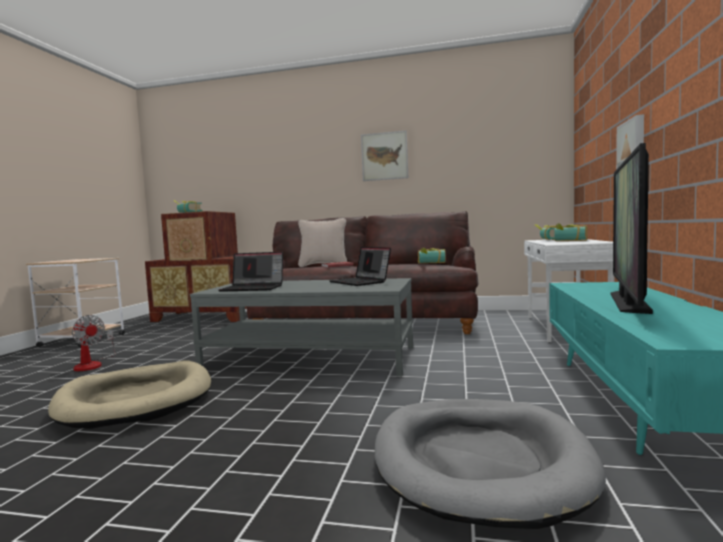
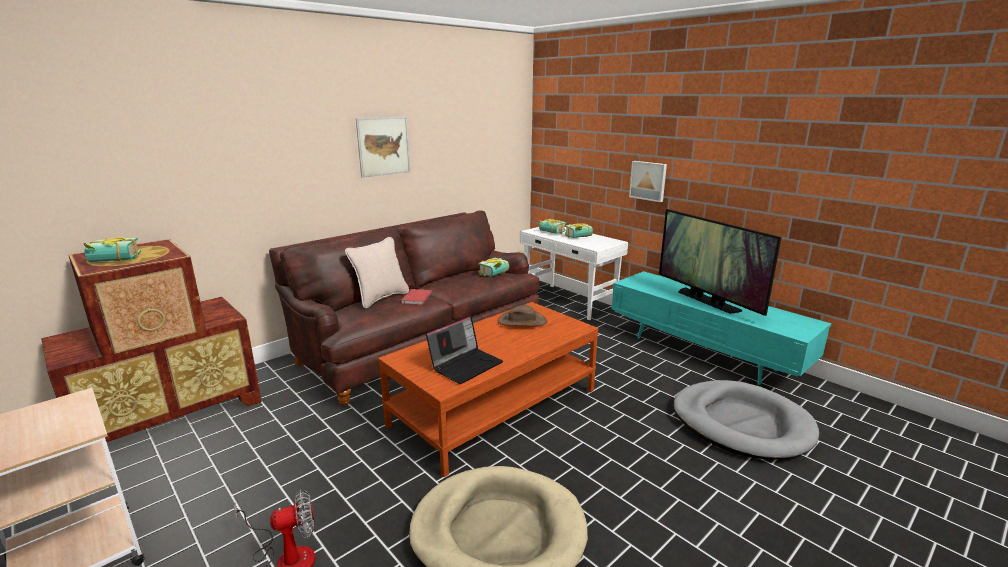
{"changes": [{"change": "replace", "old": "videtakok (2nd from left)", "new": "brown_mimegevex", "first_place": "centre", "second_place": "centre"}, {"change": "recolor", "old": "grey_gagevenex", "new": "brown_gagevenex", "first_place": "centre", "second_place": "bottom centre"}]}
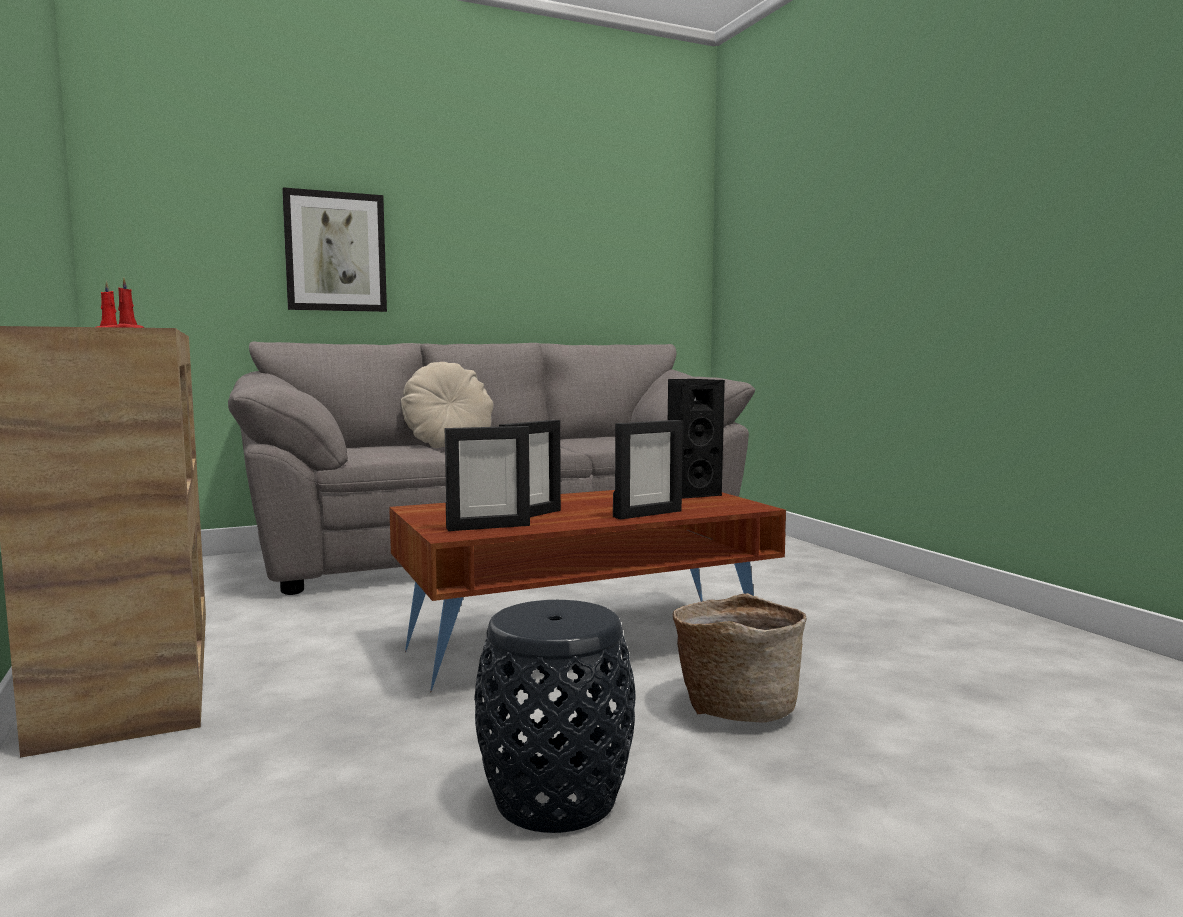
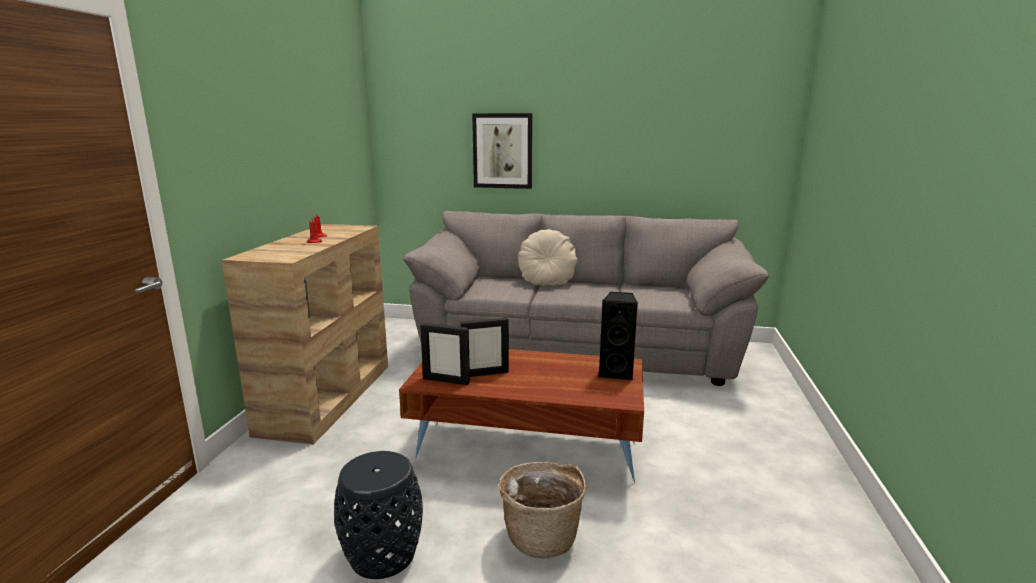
{"changes": [{"change": "delete", "old": "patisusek (3rd from left)", "first_place": "centre"}]}
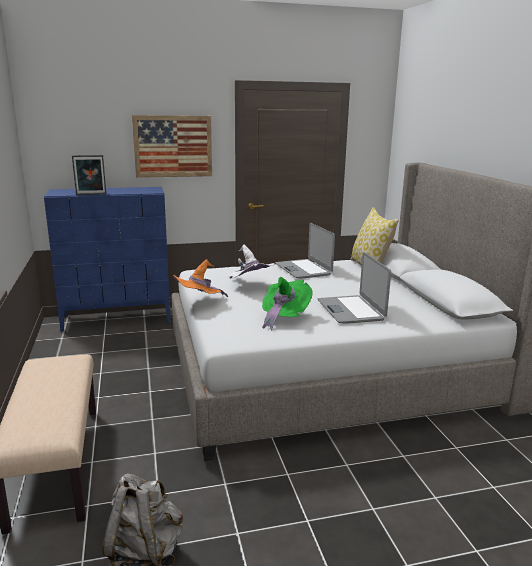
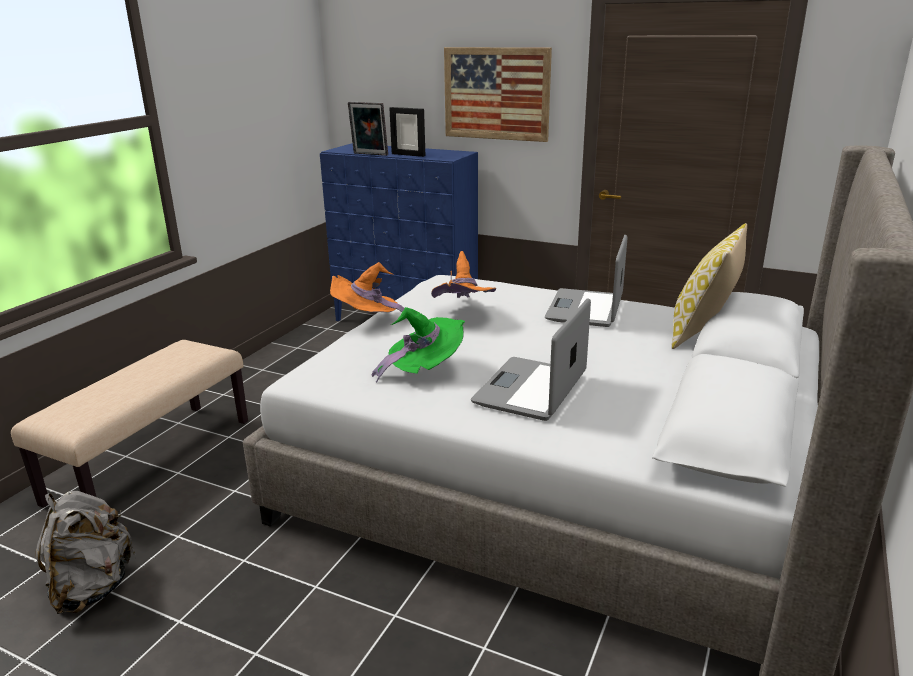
{"changes": [{"change": "recolor", "old": "white_mimegevex", "new": "orange_mimegevex (2nd from left)", "first_place": "centre", "second_place": "centre"}, {"change": "insert", "new": "patisusek (2nd from left)", "second_place": "top centre"}]}
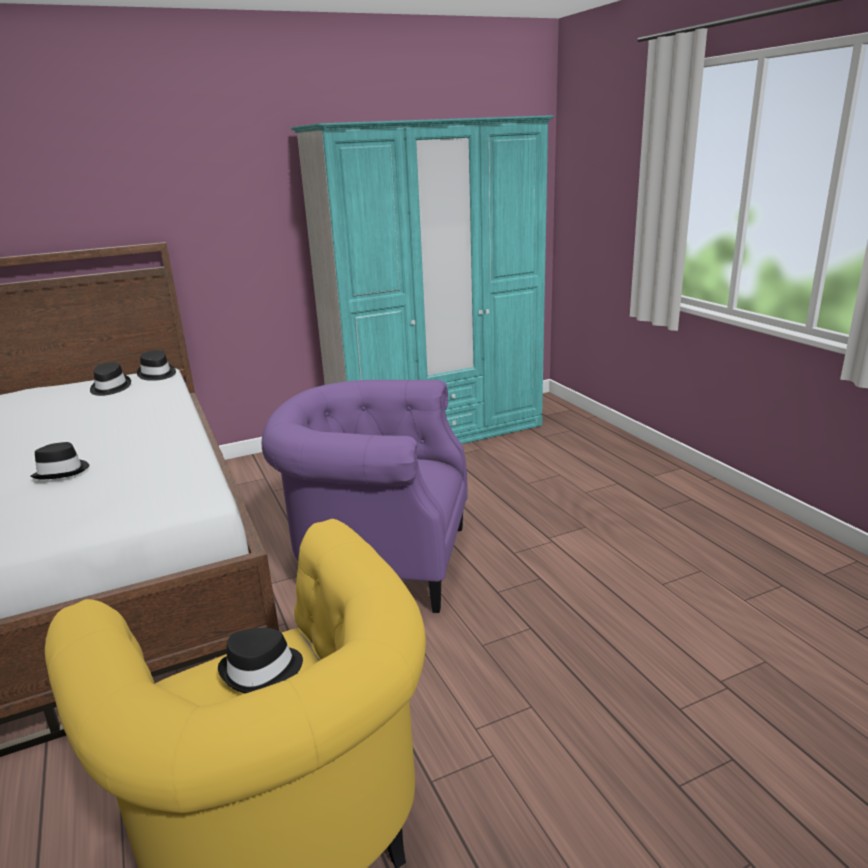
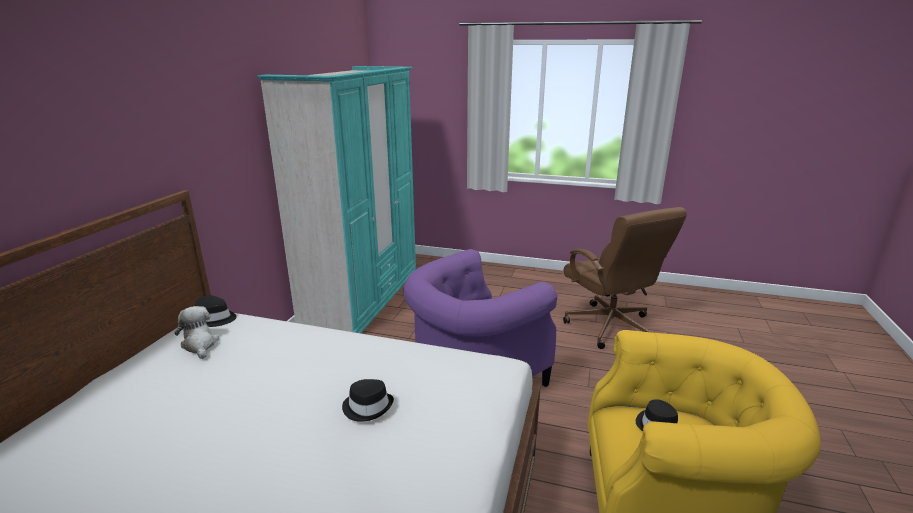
{"changes": [{"change": "replace", "old": "black_mimegevex (2nd from left)", "new": "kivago", "first_place": "middle left", "second_place": "middle left"}, {"change": "insert", "new": "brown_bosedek", "second_place": "middle right"}]}
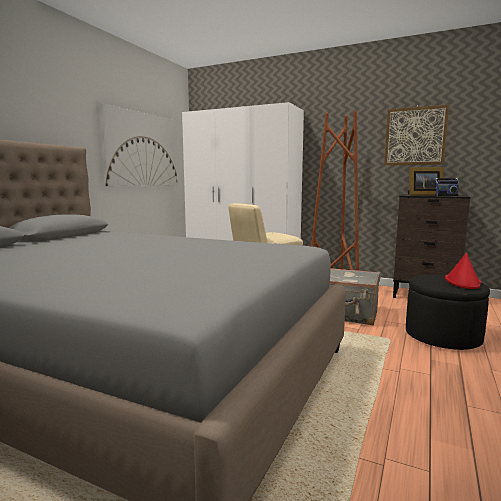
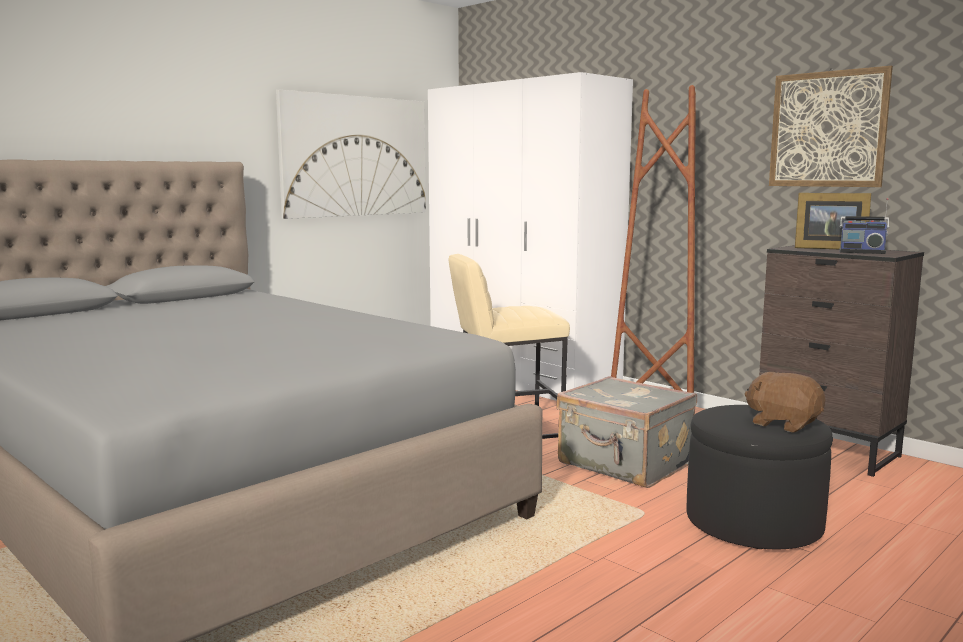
{"changes": [{"change": "replace", "old": "red_mimegevex", "new": "brown_kivago", "first_place": "middle right", "second_place": "middle right"}]}
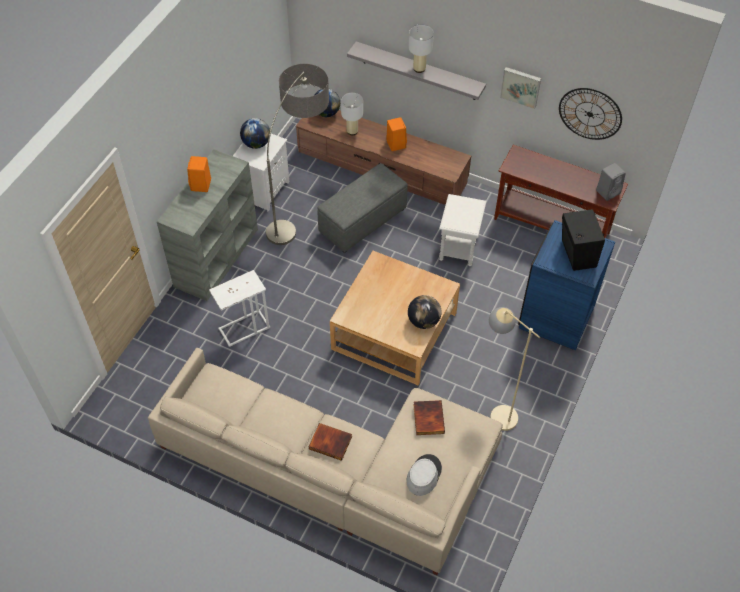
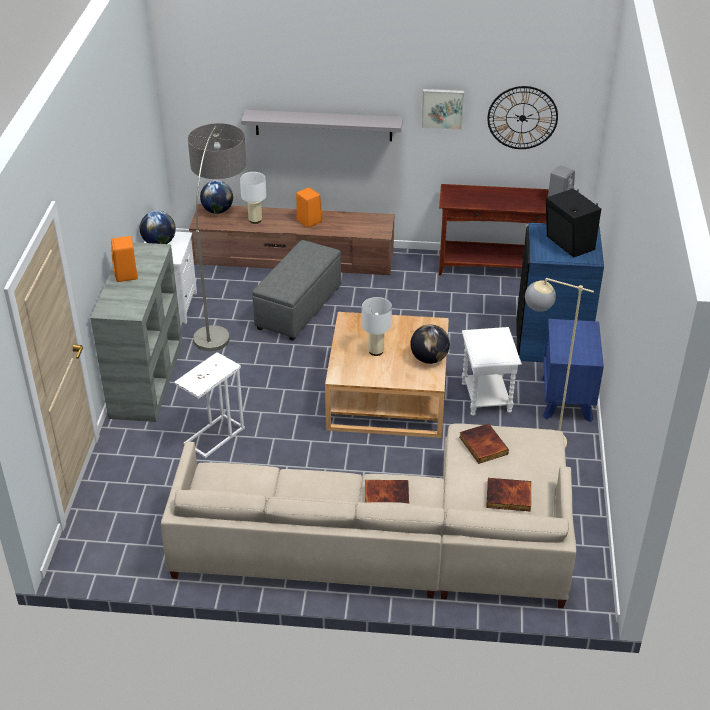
{"changes": [{"change": "move", "old": "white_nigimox (2nd from left)", "first_place": "top centre", "second_place": "centre"}, {"change": "move", "old": "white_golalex (2nd from left)", "first_place": "centre", "second_place": "middle right"}, {"change": "replace", "old": "grey_mimegevex", "new": "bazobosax (3rd from left)", "first_place": "bottom centre", "second_place": "bottom right"}, {"change": "insert", "new": "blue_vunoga", "second_place": "middle right"}]}
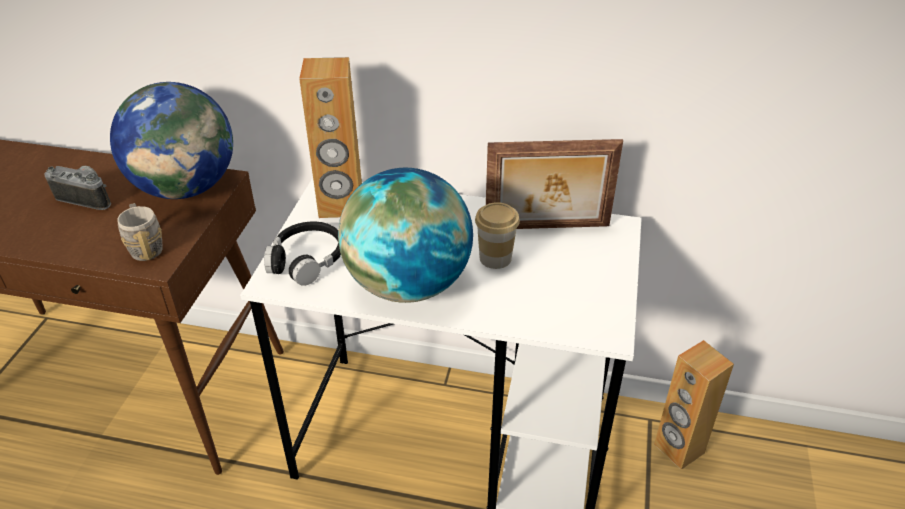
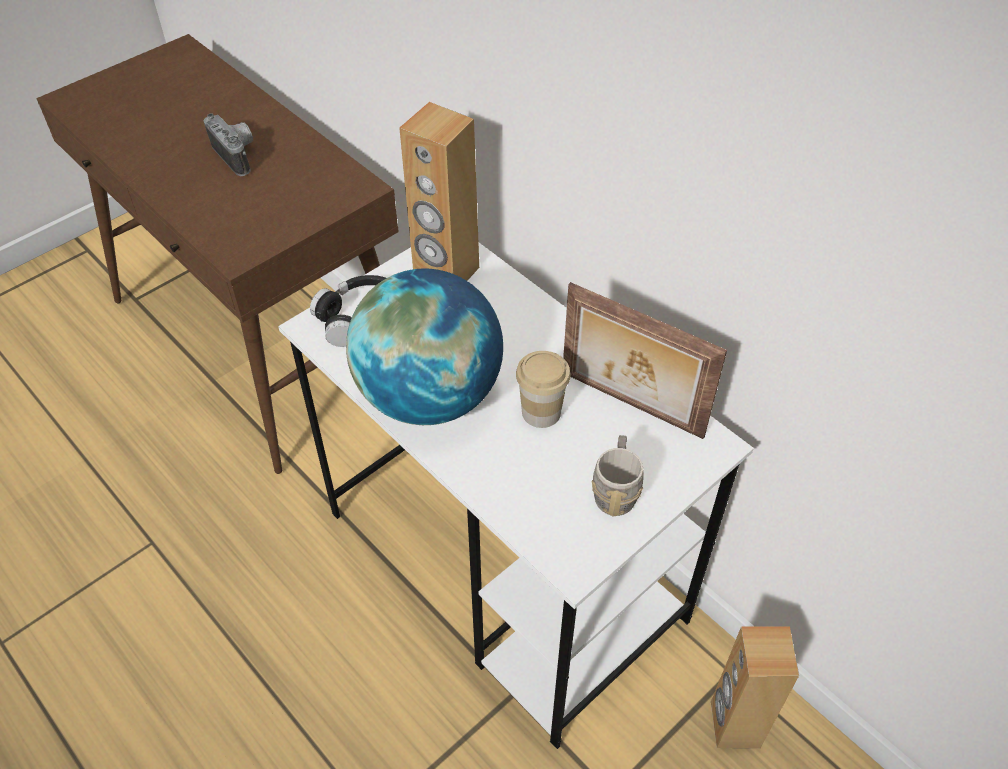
{"changes": [{"change": "delete", "old": "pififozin (1st from left)", "first_place": "top left"}, {"change": "move", "old": "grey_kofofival", "first_place": "middle left", "second_place": "centre"}]}
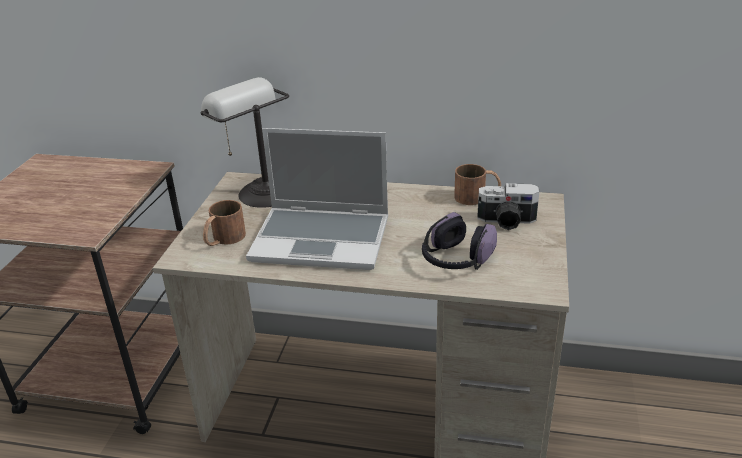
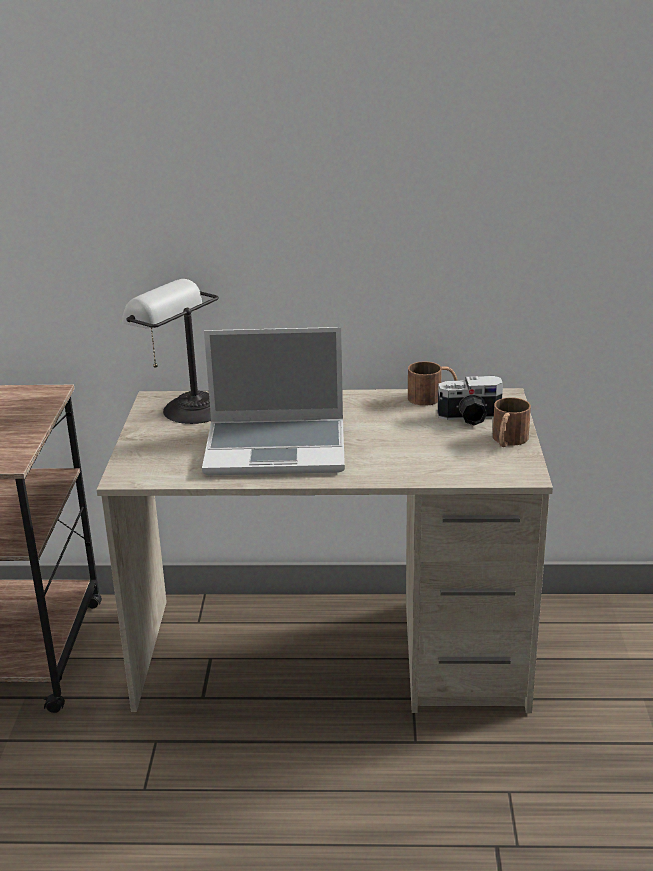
{"changes": [{"change": "move", "old": "brown_kofofival (1st from left in the first image)", "new": "brown_kofofival (2nd from left)", "first_place": "middle left", "second_place": "middle right"}, {"change": "delete", "old": "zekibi", "first_place": "centre"}]}
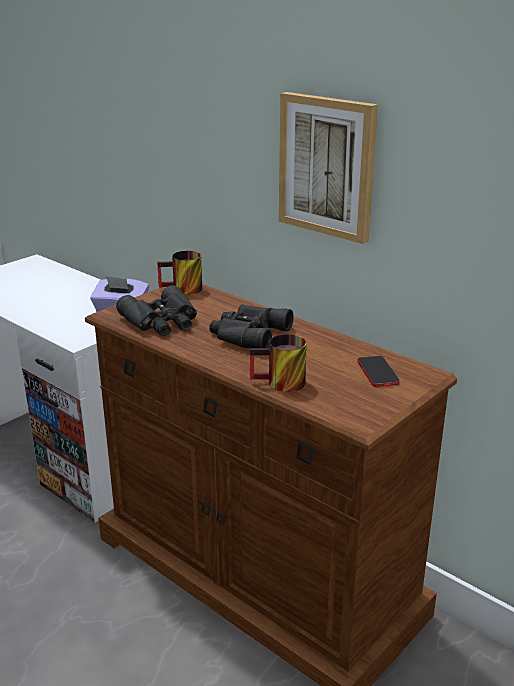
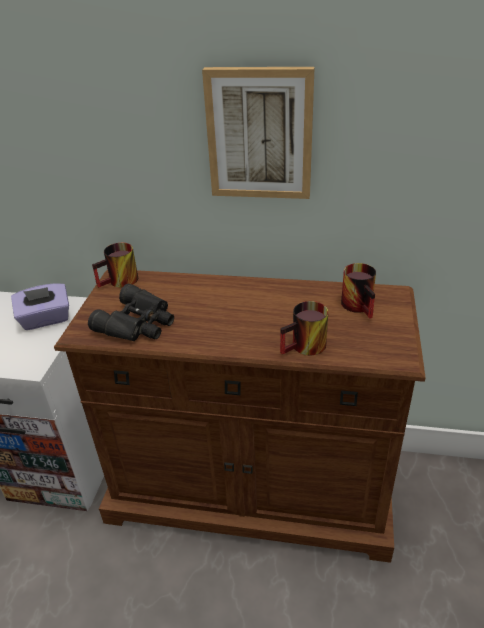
{"changes": [{"change": "delete", "old": "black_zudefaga (2nd from left)", "first_place": "centre"}, {"change": "replace", "old": "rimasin", "new": "kofofival (3rd from left)", "first_place": "middle right", "second_place": "middle right"}]}
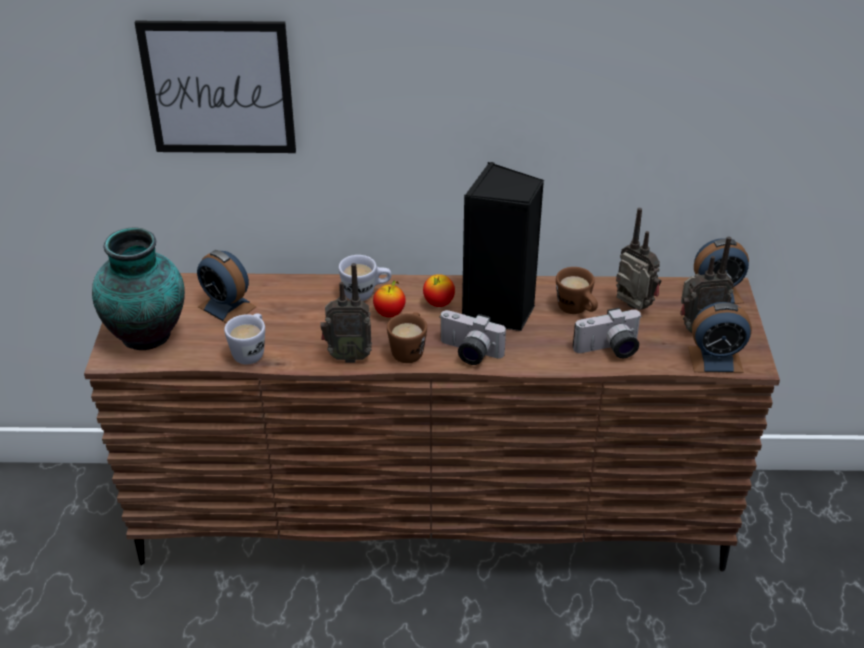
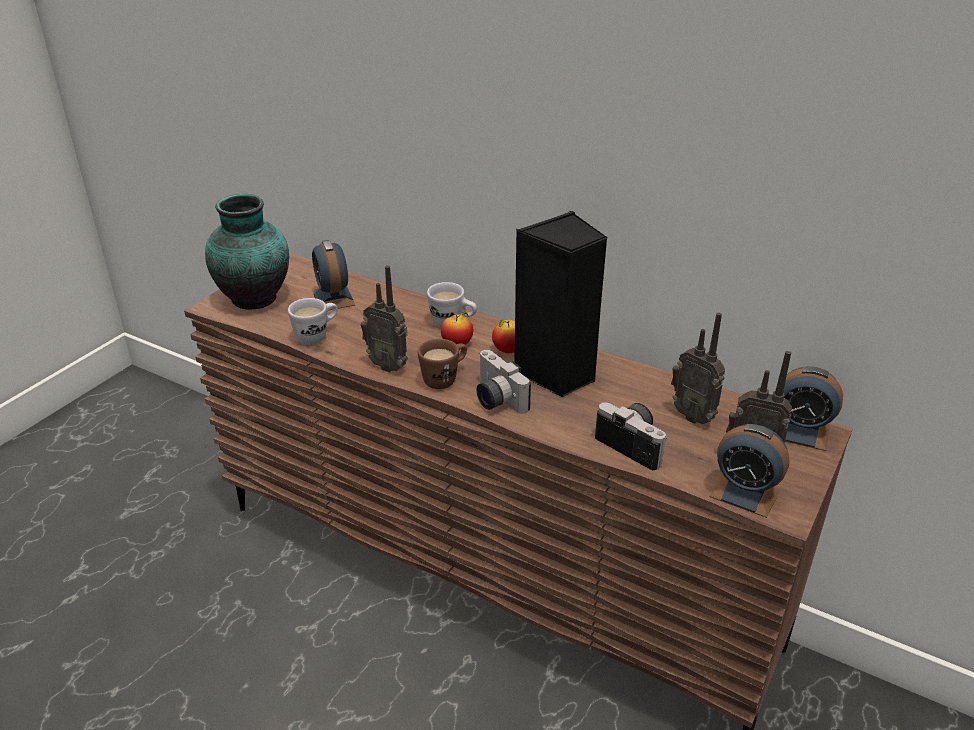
{"changes": [{"change": "delete", "old": "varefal", "first_place": "top left"}, {"change": "rotate", "old": "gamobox (2nd from left)", "first_place": "middle right", "second_place": "middle right", "degrees": 150}, {"change": "delete", "old": "brown_kofofival (2nd from left)", "first_place": "middle right"}, {"change": "rotate", "old": "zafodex (2nd from left)", "first_place": "middle right", "second_place": "centre", "degrees": -150}]}
